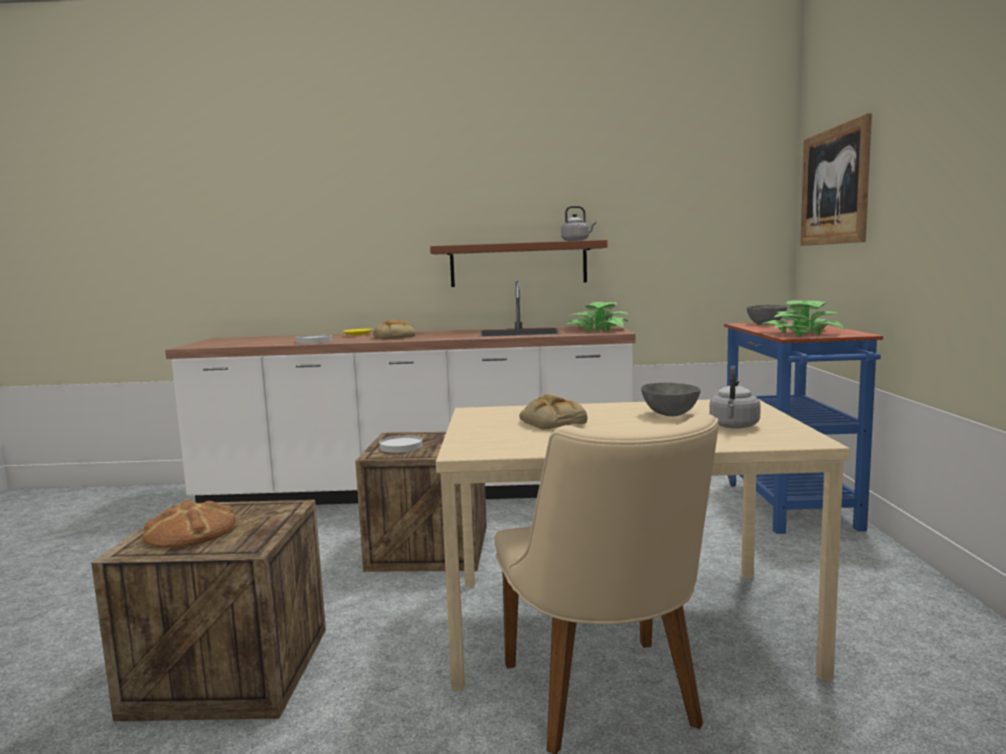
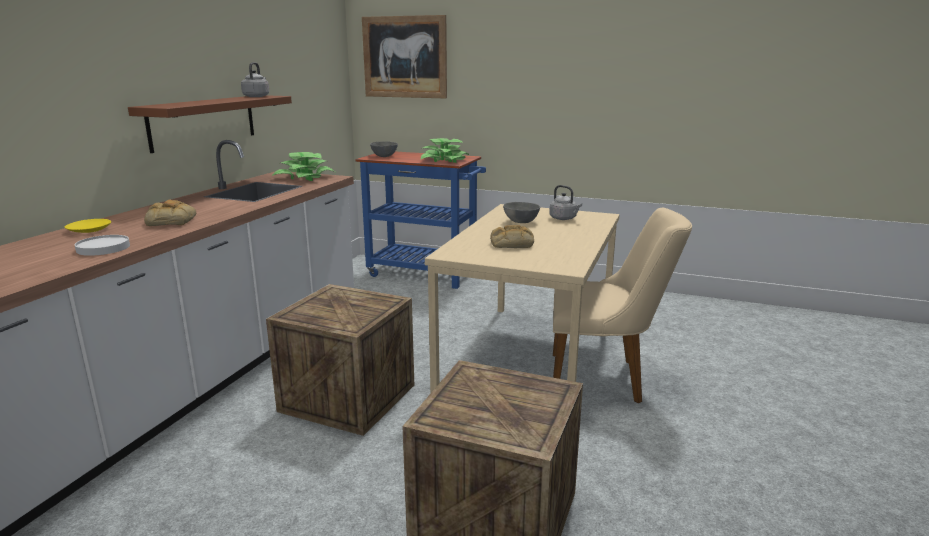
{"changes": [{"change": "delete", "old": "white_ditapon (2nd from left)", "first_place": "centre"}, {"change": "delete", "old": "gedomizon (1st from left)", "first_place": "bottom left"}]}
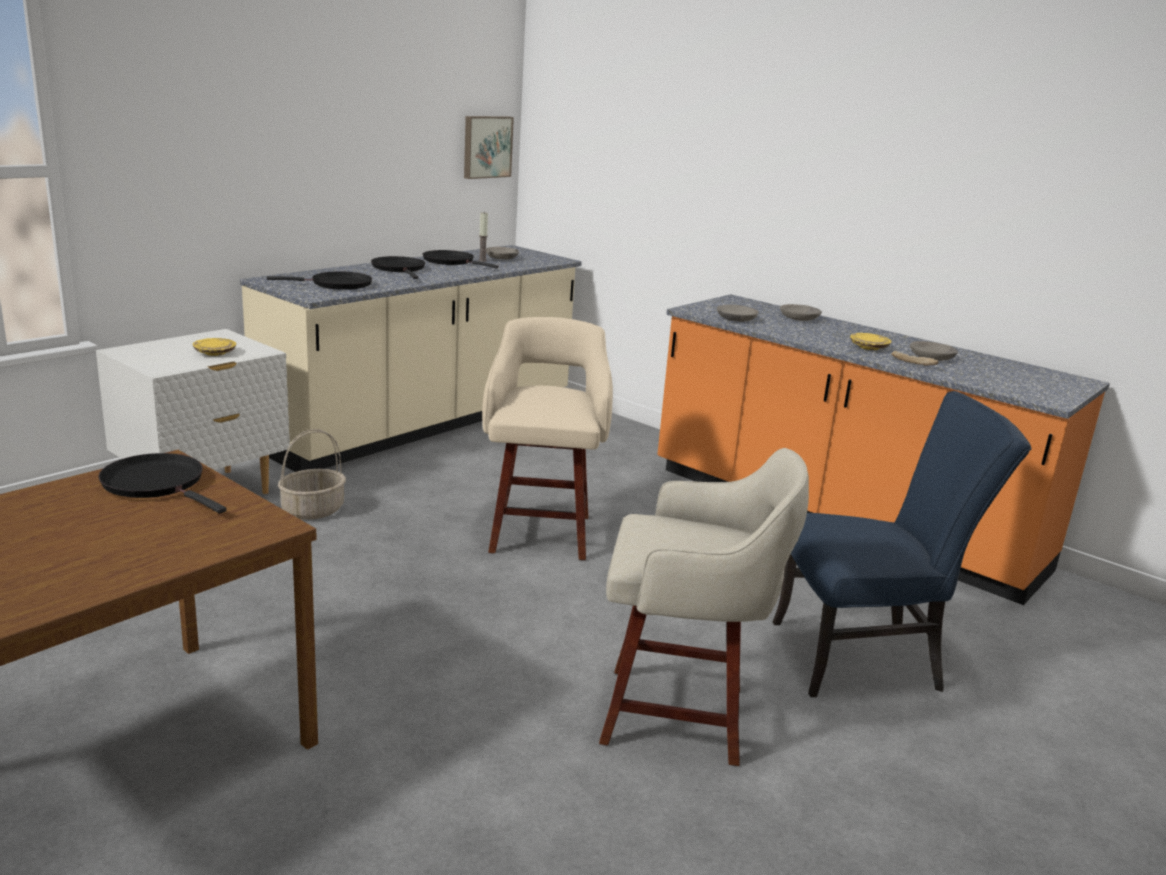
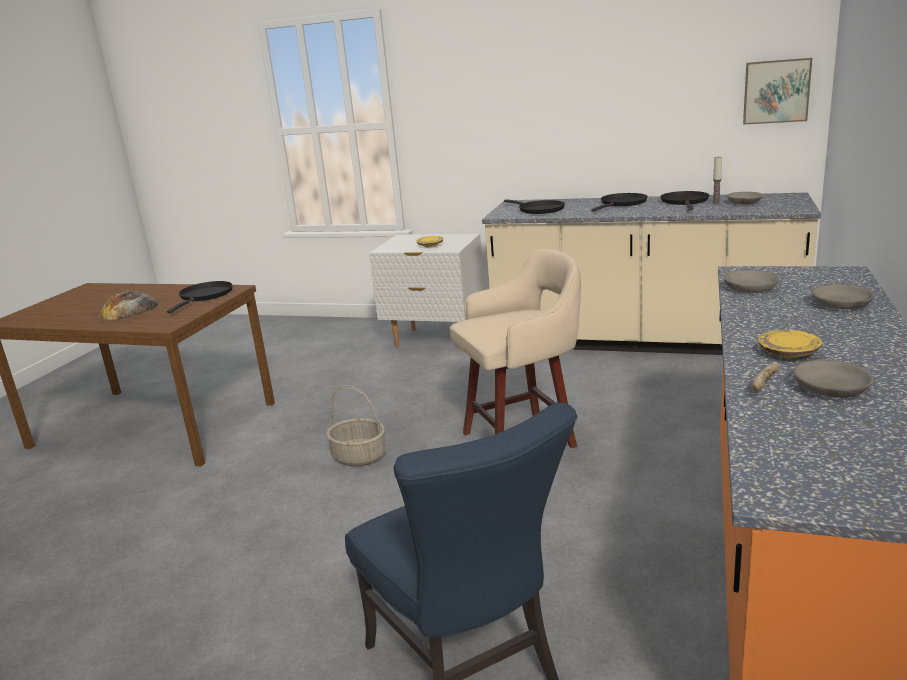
{"changes": [{"change": "move", "old": "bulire", "first_place": "middle left", "second_place": "centre"}, {"change": "delete", "old": "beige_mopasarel (2nd from left)", "first_place": "bottom centre"}, {"change": "insert", "new": "gedomizon (1st from left)", "second_place": "middle left"}]}
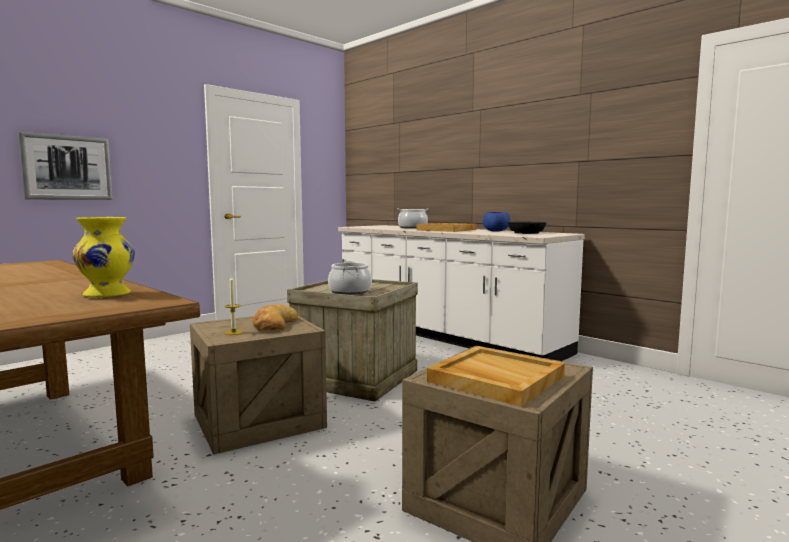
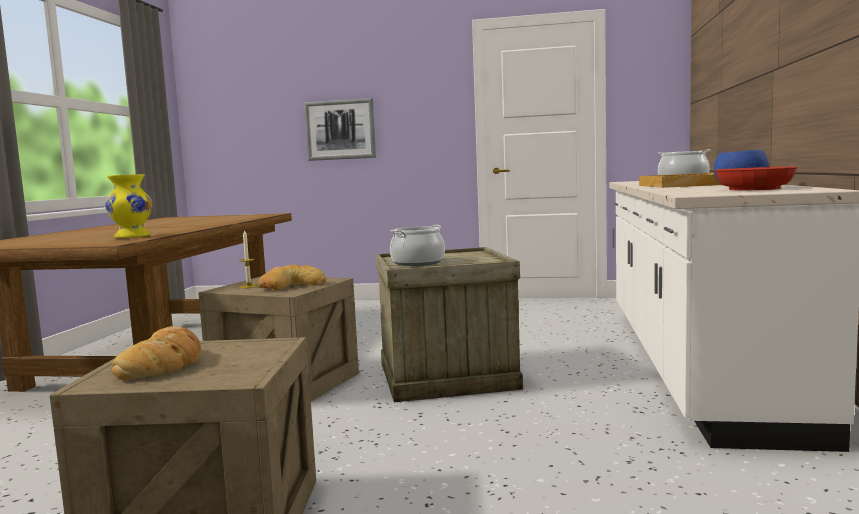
{"changes": [{"change": "recolor", "old": "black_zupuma", "new": "red_zupuma", "first_place": "middle right", "second_place": "middle right"}, {"change": "replace", "old": "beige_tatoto (2nd from left)", "new": "gedomizon (1st from left)", "first_place": "bottom centre", "second_place": "bottom left"}]}
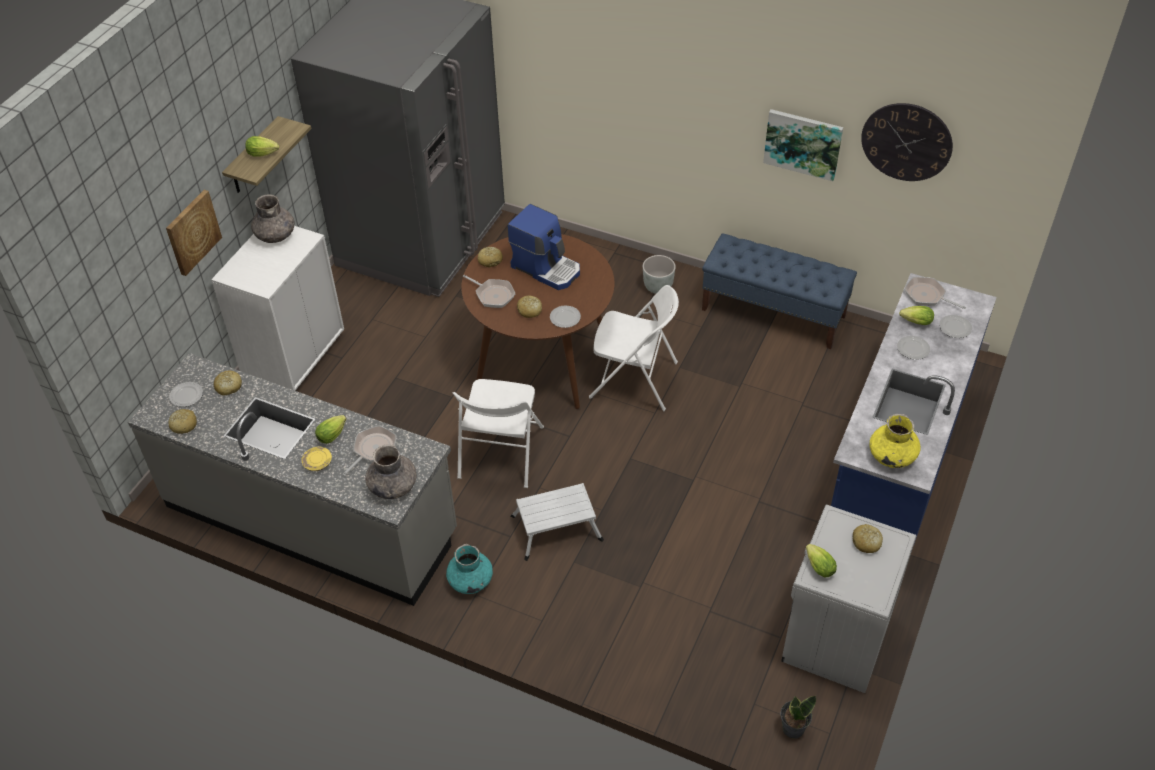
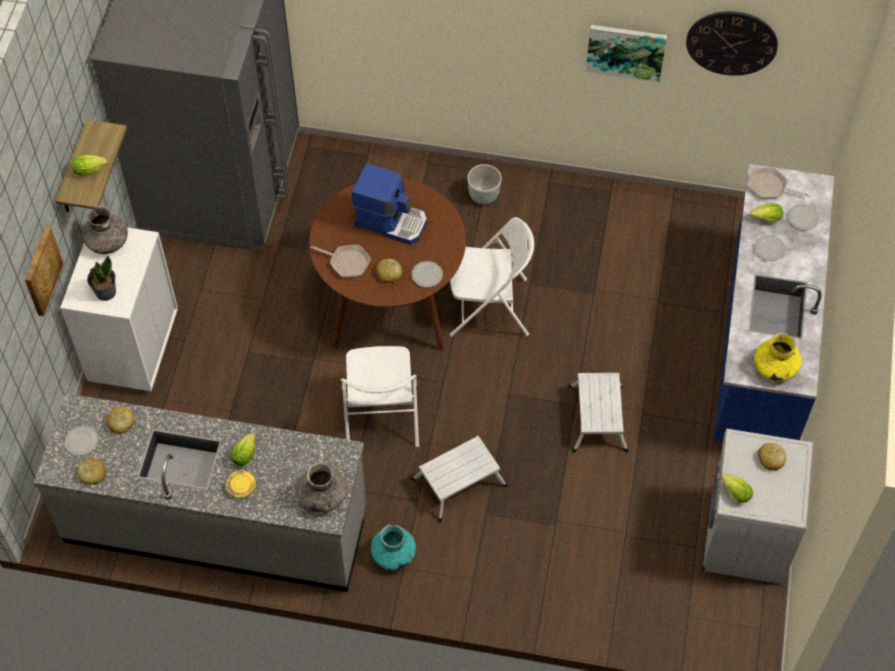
{"changes": [{"change": "delete", "old": "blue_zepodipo", "first_place": "middle right"}, {"change": "delete", "old": "gedomizon (3rd from left)", "first_place": "centre"}, {"change": "delete", "old": "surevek (1st from left)", "first_place": "middle left"}, {"change": "move", "old": "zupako", "first_place": "bottom right", "second_place": "middle left"}, {"change": "insert", "new": "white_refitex (2nd from left)", "second_place": "middle right"}]}
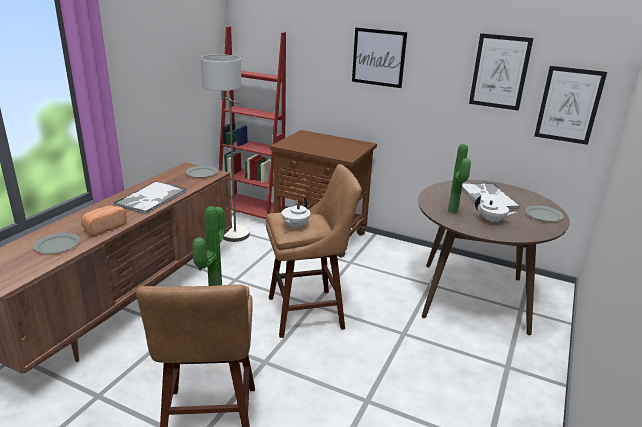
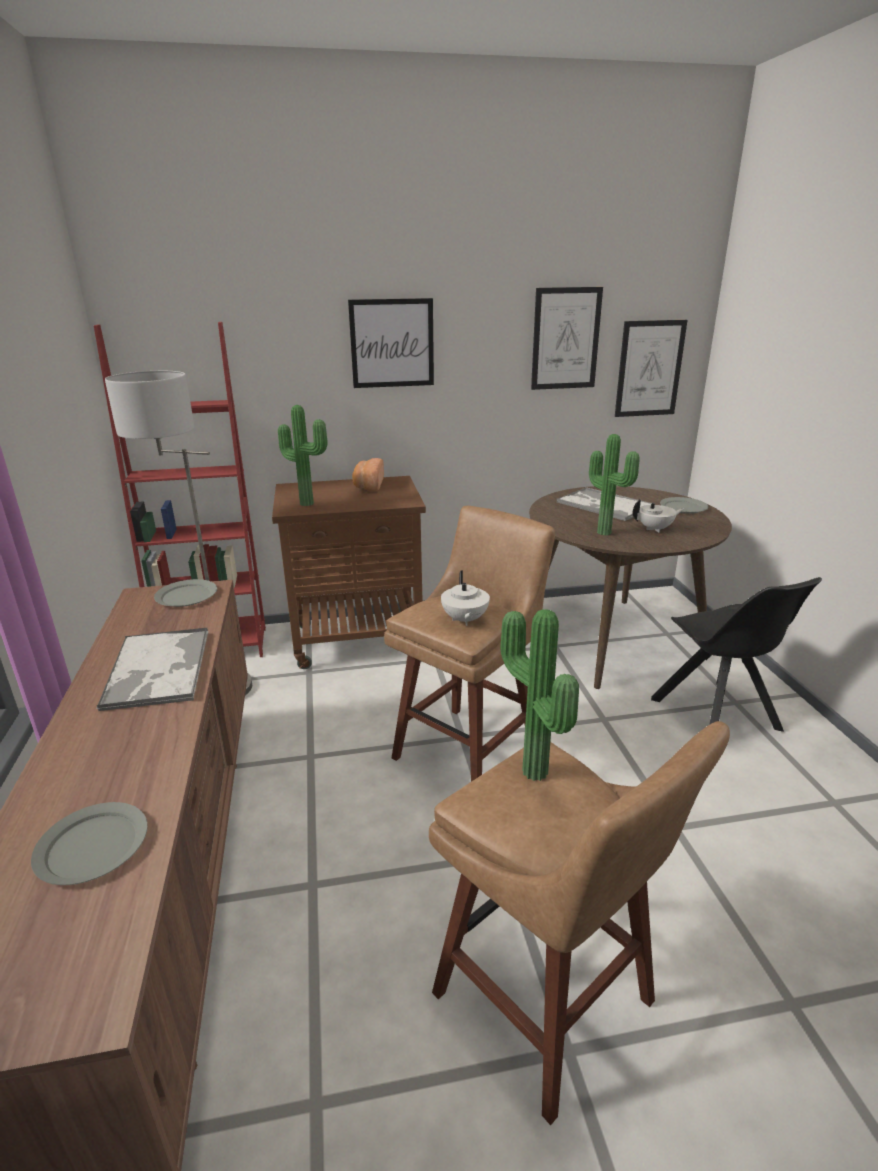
{"changes": [{"change": "move", "old": "gedomizon", "first_place": "middle left", "second_place": "centre"}, {"change": "insert", "new": "zupako (1st from left)", "second_place": "centre"}, {"change": "insert", "new": "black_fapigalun", "second_place": "middle right"}]}
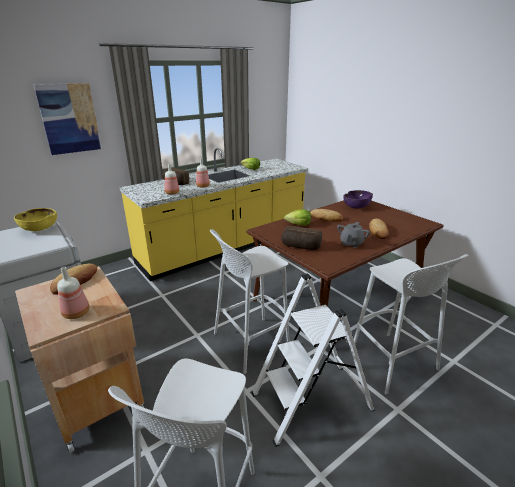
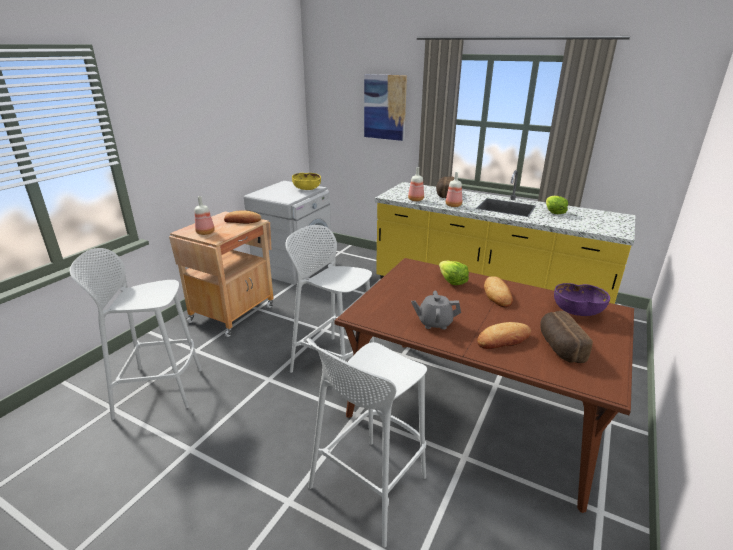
{"changes": [{"change": "move", "old": "gedomizon (3rd from left in the first image)", "new": "gedomizon (5th from left)", "first_place": "centre", "second_place": "middle right"}, {"change": "delete", "old": "white_refitex", "first_place": "bottom centre"}]}
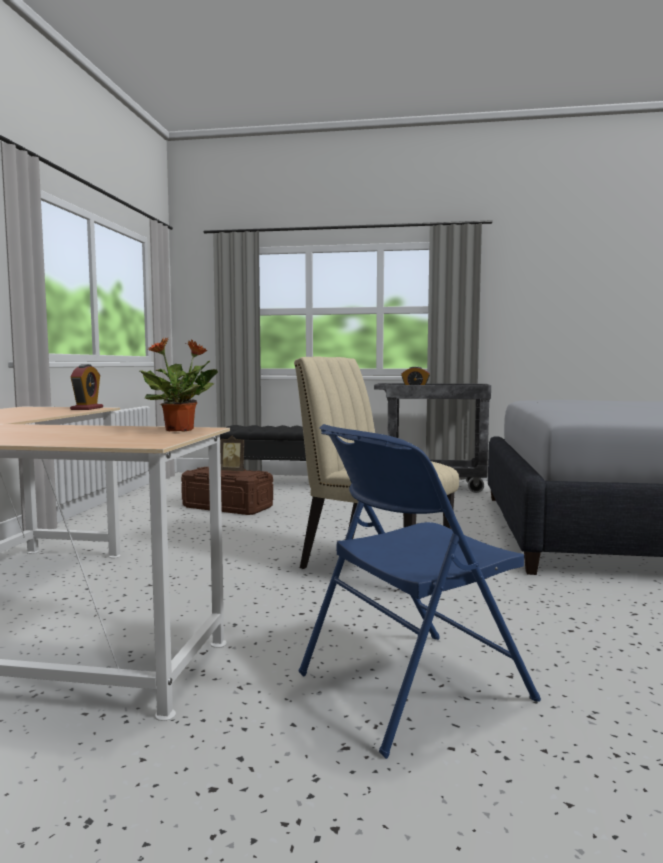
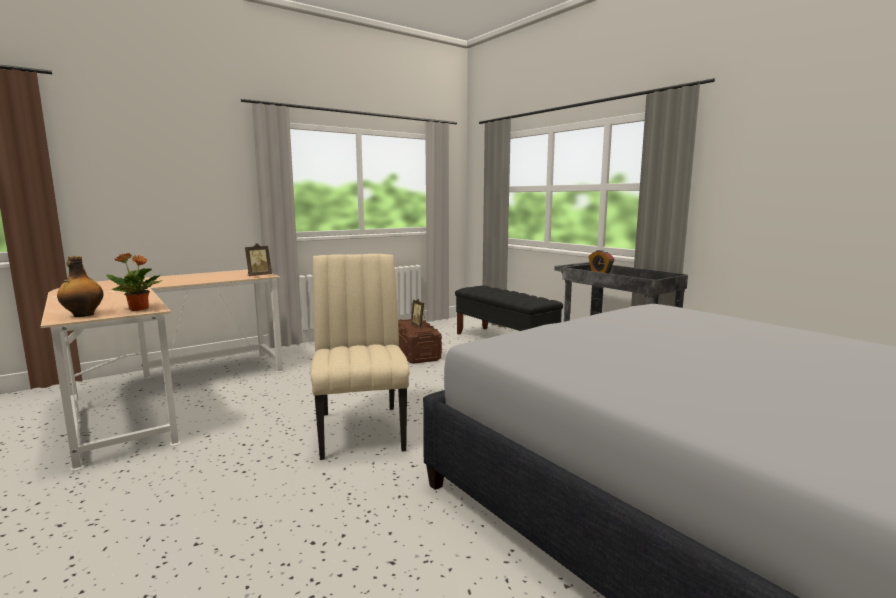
{"changes": [{"change": "replace", "old": "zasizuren (1st from left)", "new": "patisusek (1st from left)", "first_place": "middle left", "second_place": "middle left"}, {"change": "delete", "old": "blue_fapigalun", "first_place": "bottom centre"}, {"change": "insert", "new": "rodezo", "second_place": "middle left"}]}
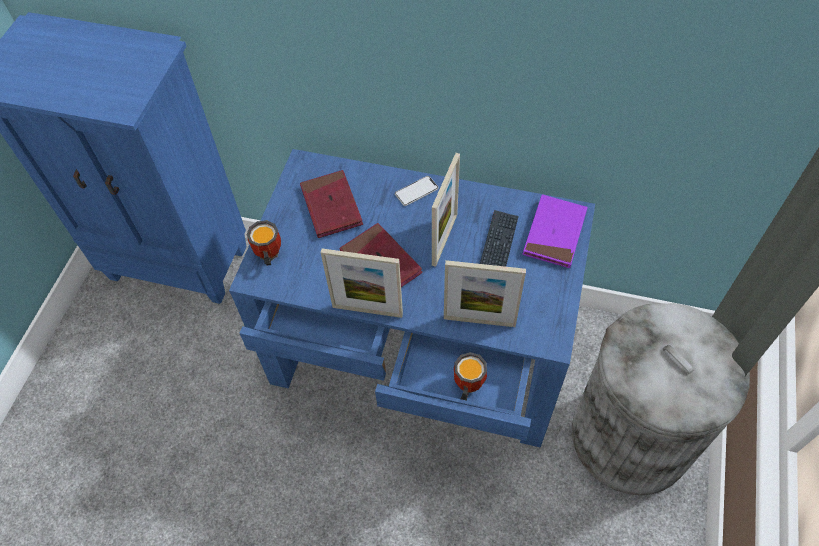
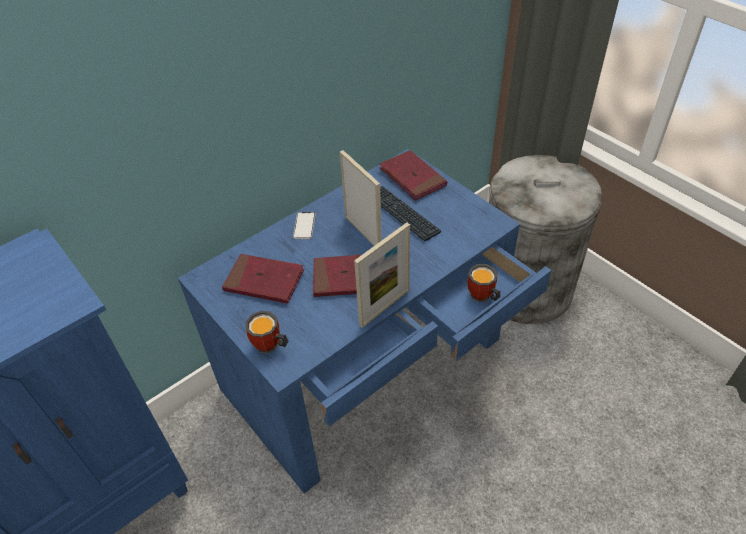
{"changes": [{"change": "recolor", "old": "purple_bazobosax", "new": "red_bazobosax (3rd from left)", "first_place": "middle right", "second_place": "top centre"}, {"change": "delete", "old": "patisusek (3rd from left)", "first_place": "centre"}]}
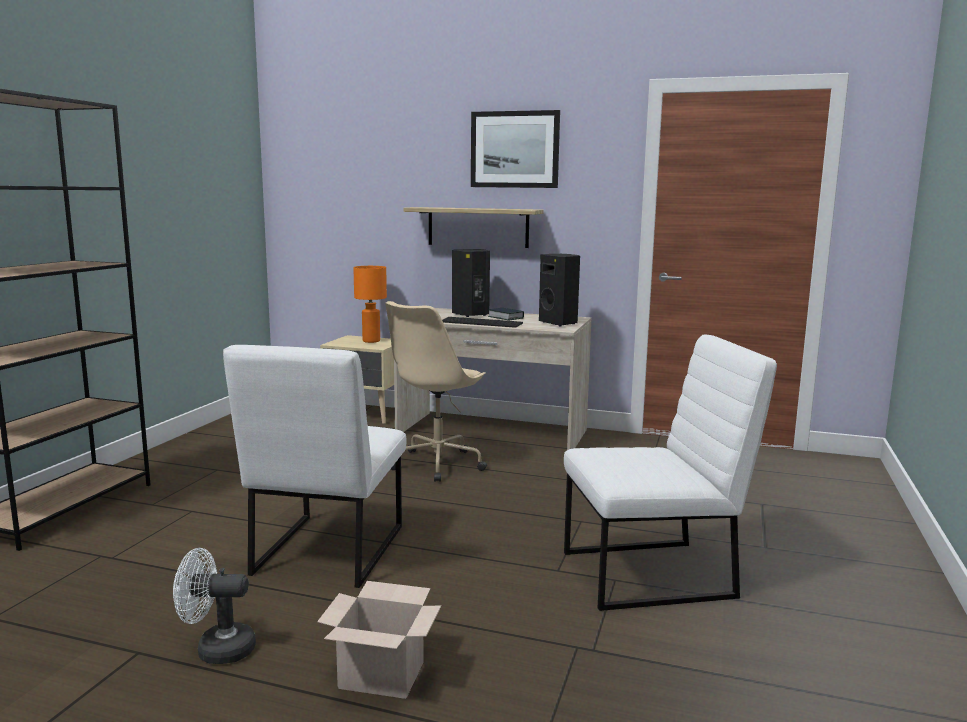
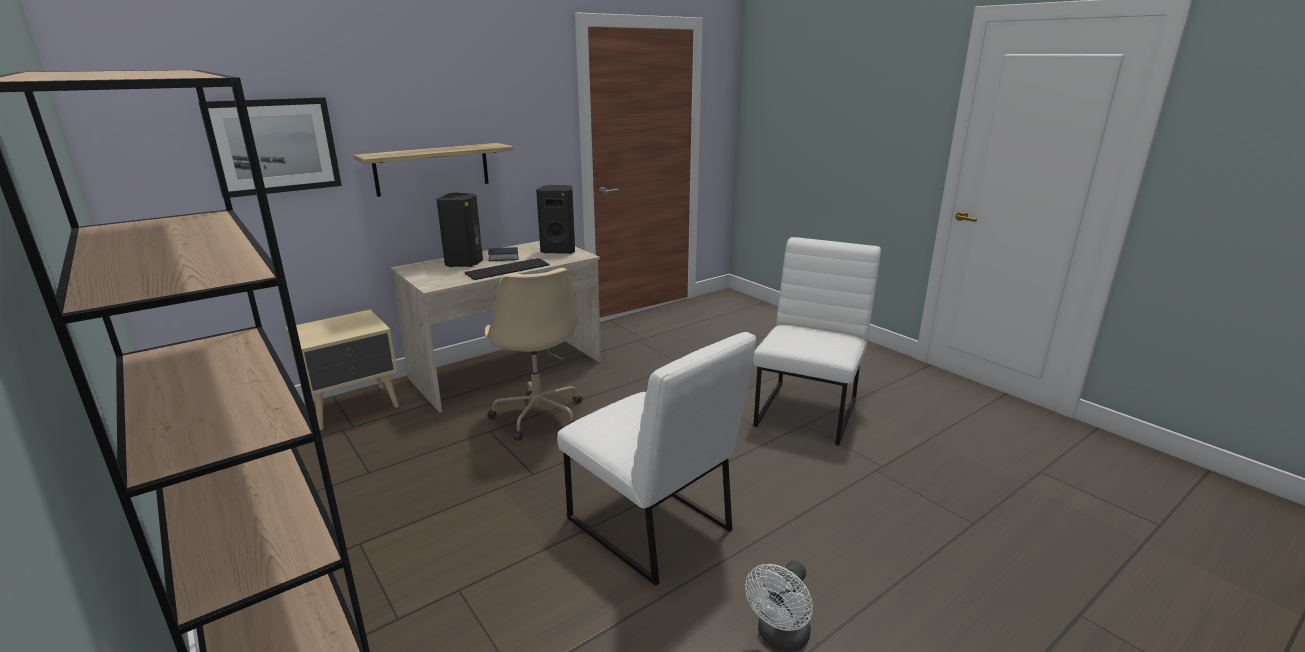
{"changes": [{"change": "move", "old": "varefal", "first_place": "top centre", "second_place": "top left"}, {"change": "delete", "old": "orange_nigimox", "first_place": "centre"}, {"change": "delete", "old": "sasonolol", "first_place": "bottom centre"}]}
